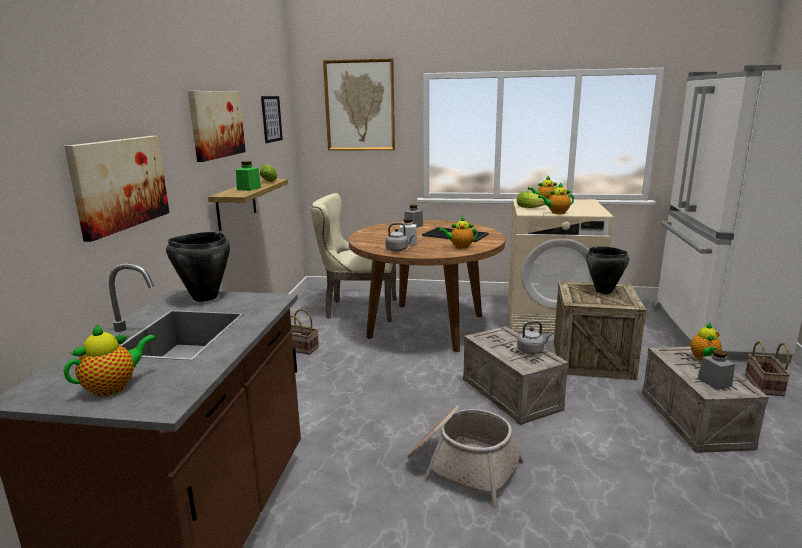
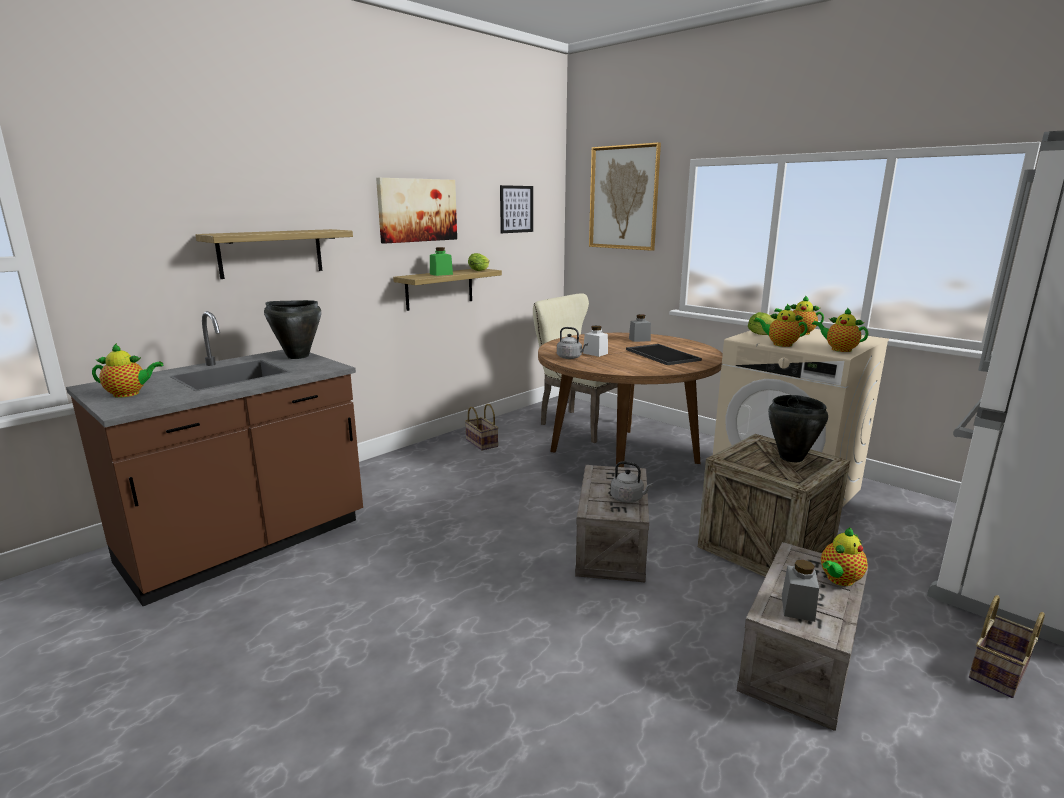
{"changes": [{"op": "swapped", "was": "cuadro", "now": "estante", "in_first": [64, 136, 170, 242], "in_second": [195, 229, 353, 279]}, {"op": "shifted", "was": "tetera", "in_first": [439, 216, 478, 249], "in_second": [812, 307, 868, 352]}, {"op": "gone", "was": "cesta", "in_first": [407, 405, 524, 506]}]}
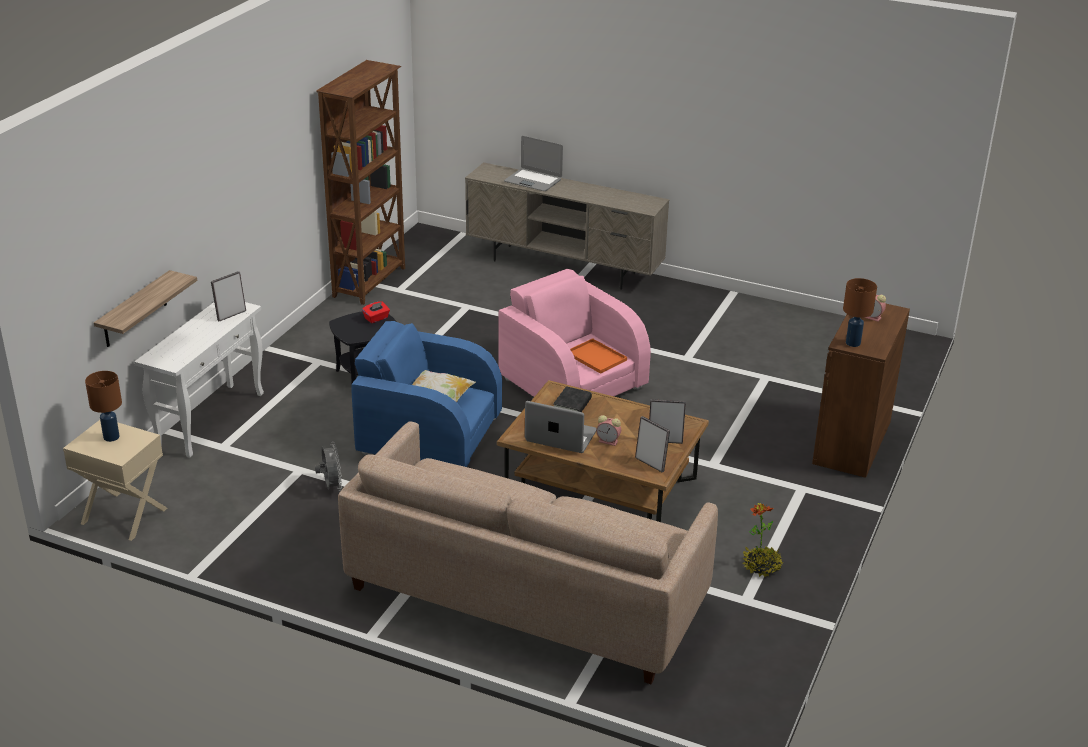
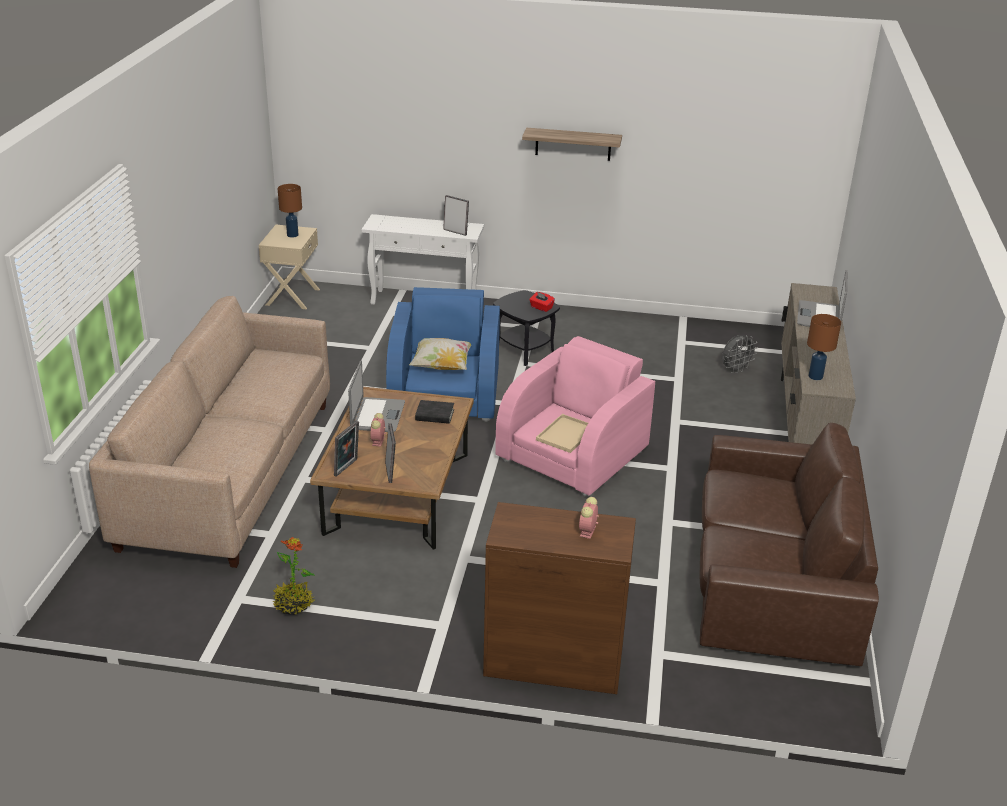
{"changes": [{"op": "gone", "was": "estantería [marrón]", "in_first": [316, 60, 405, 305]}, {"op": "shifted", "was": "estante", "in_first": [94, 270, 197, 347], "in_second": [522, 128, 622, 161]}, {"op": "shifted", "was": "lámpara de mesa [marrón]", "in_first": [843, 278, 877, 347], "in_second": [807, 314, 841, 380]}, {"op": "repainted", "was": "bandeja [naranja]", "now": "bandeja [beis]", "in_first": [570, 338, 627, 374], "in_second": [536, 414, 588, 453]}, {"op": "shifted", "was": "ventilador [gris]", "in_first": [315, 442, 342, 491], "in_second": [722, 335, 758, 373]}, {"op": "new", "now": "sofá [marrón]", "in_second": [700, 423, 879, 666]}]}
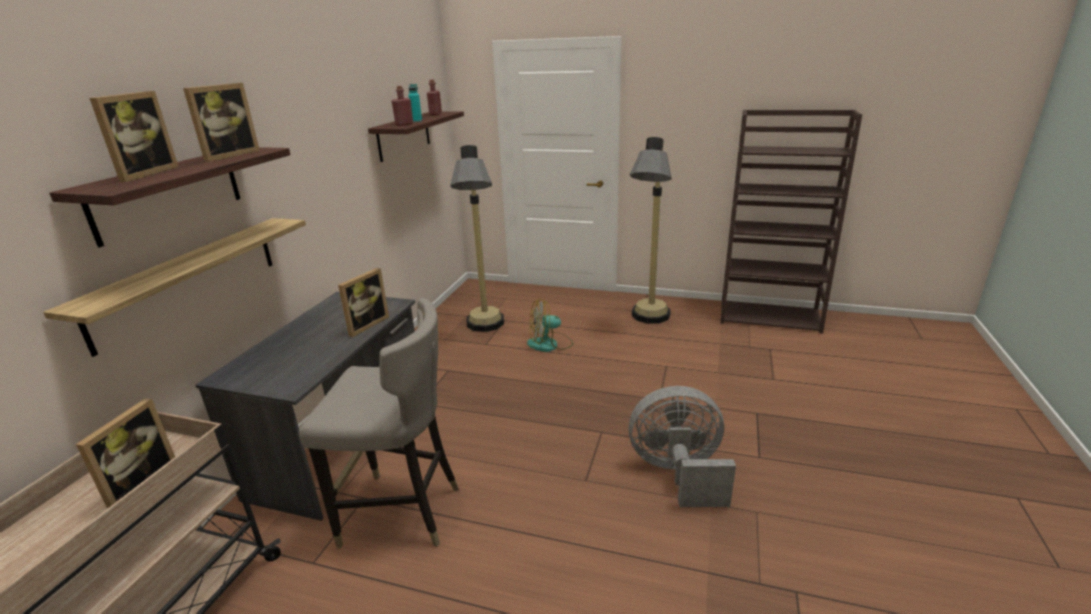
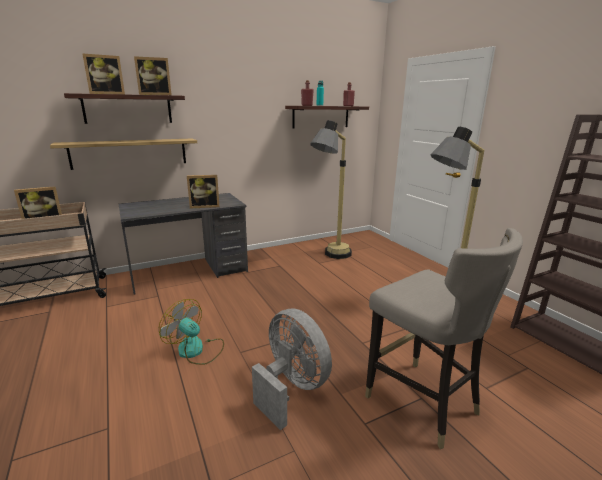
{"changes": [{"op": "shifted", "was": "taburete [gris]", "in_first": [299, 298, 459, 549], "in_second": [365, 228, 523, 449]}, {"op": "shifted", "was": "ventilador", "in_first": [527, 298, 573, 352], "in_second": [159, 299, 224, 365]}]}
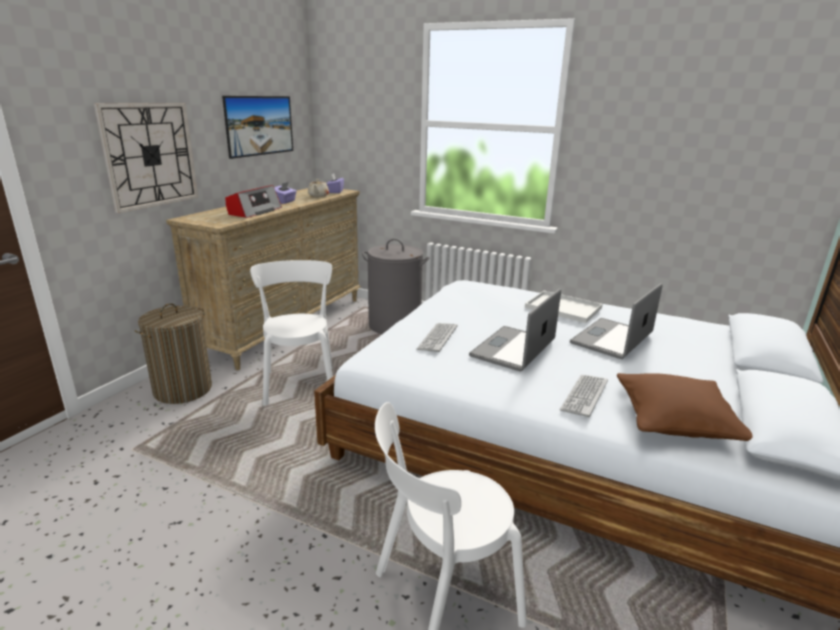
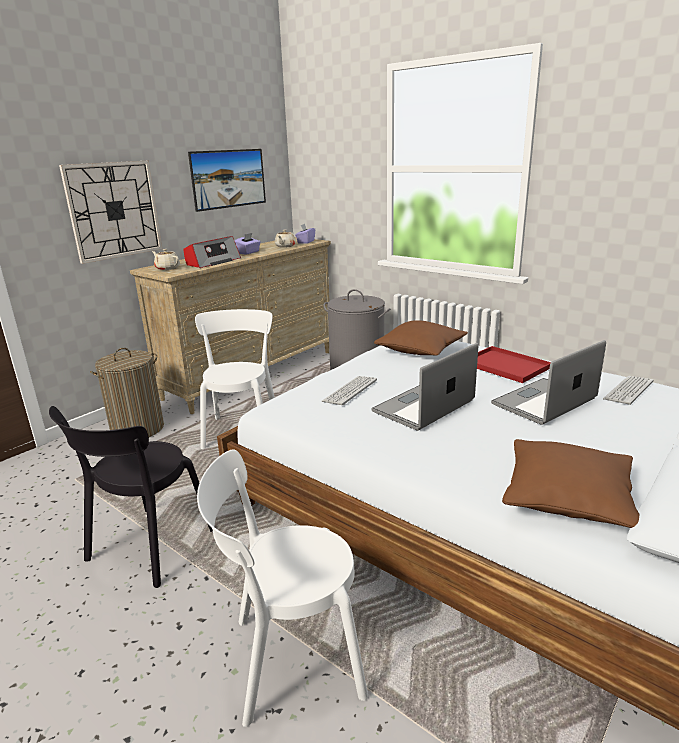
{"changes": [{"op": "repainted", "was": "bandeja [blanco]", "now": "bandeja [rojo]", "in_first": [525, 291, 603, 323], "in_second": [477, 346, 551, 383]}, {"op": "shifted", "was": "teclado", "in_first": [560, 375, 608, 417], "in_second": [603, 376, 654, 405]}, {"op": "new", "now": "tetera [beis]", "in_second": [152, 249, 180, 270]}, {"op": "new", "now": "cojín [marrón]", "in_second": [374, 320, 468, 355]}, {"op": "new", "now": "silla [negro]", "in_second": [49, 406, 213, 588]}]}
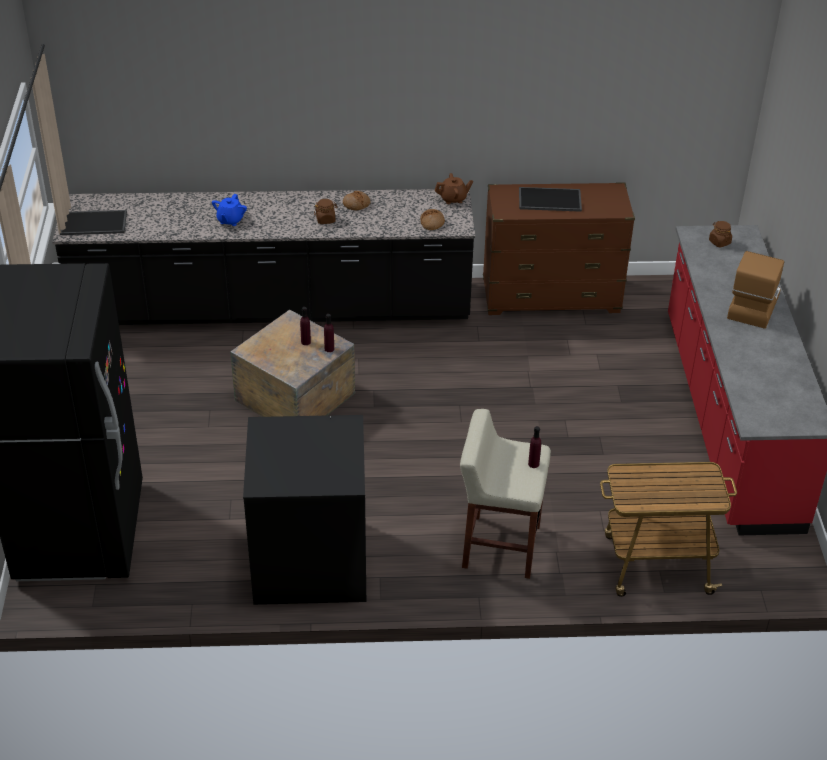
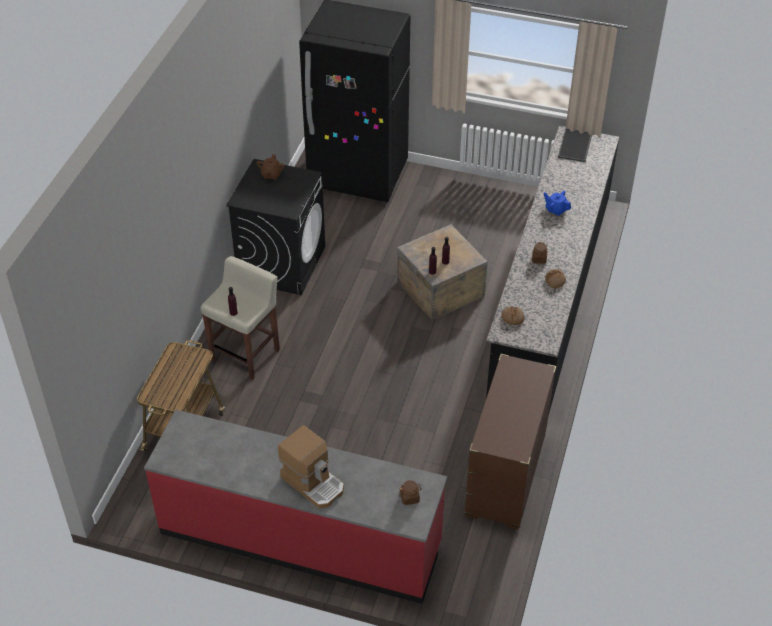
{"changes": [{"op": "shifted", "was": "tetera [marrón]", "in_first": [435, 173, 473, 204], "in_second": [257, 154, 285, 180]}, {"op": "gone", "was": "bandeja", "in_first": [519, 187, 582, 212]}]}
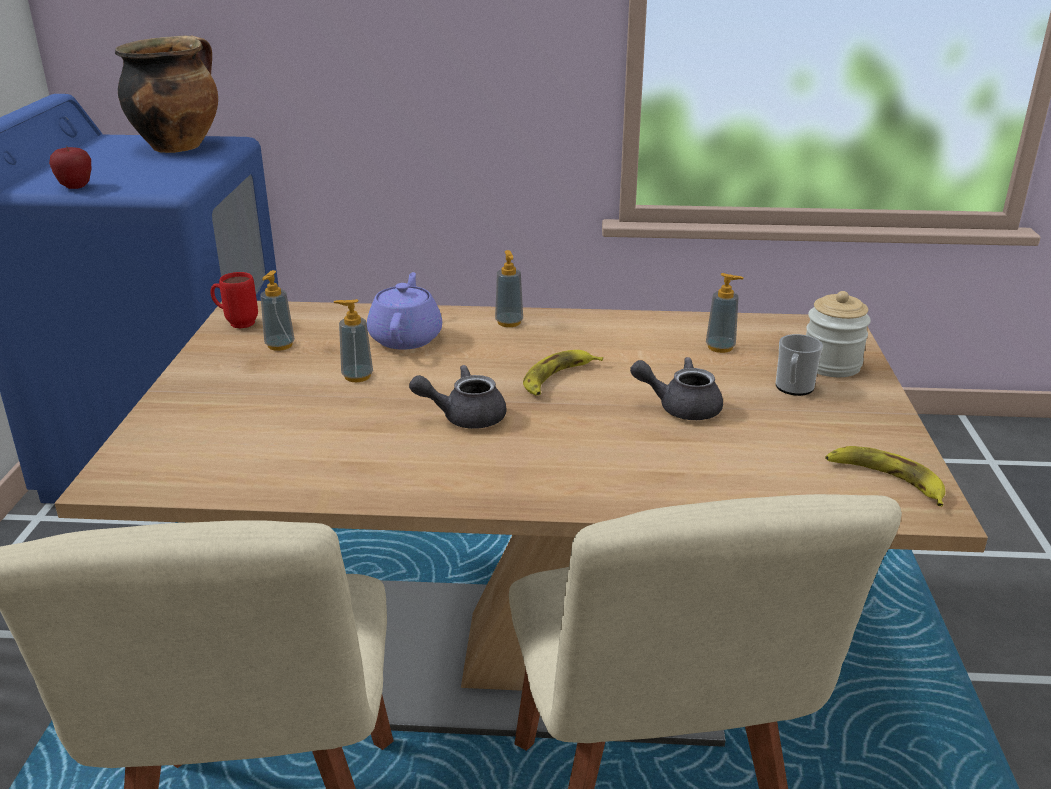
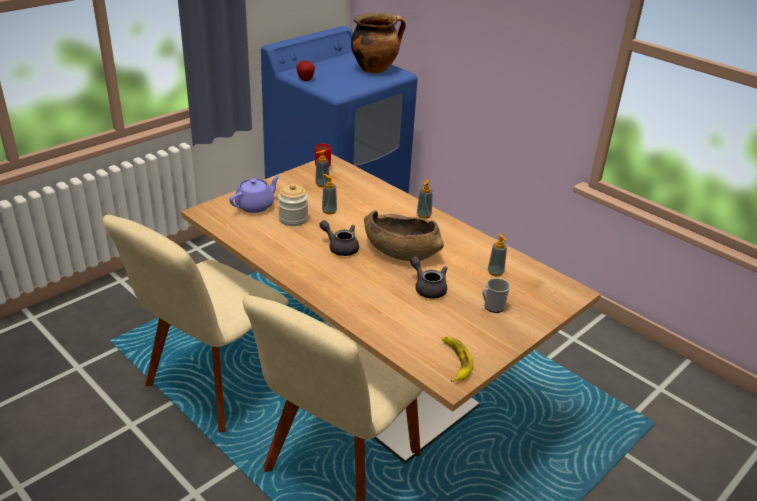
{"changes": [{"op": "shifted", "was": "tetera [morado]", "in_first": [367, 272, 442, 350], "in_second": [229, 175, 280, 213]}, {"op": "shifted", "was": "tarro", "in_first": [806, 291, 871, 377], "in_second": [278, 184, 308, 226]}, {"op": "swapped", "was": "plátano", "now": "cuenco [marrón]", "in_first": [523, 350, 603, 396], "in_second": [364, 210, 444, 261]}]}
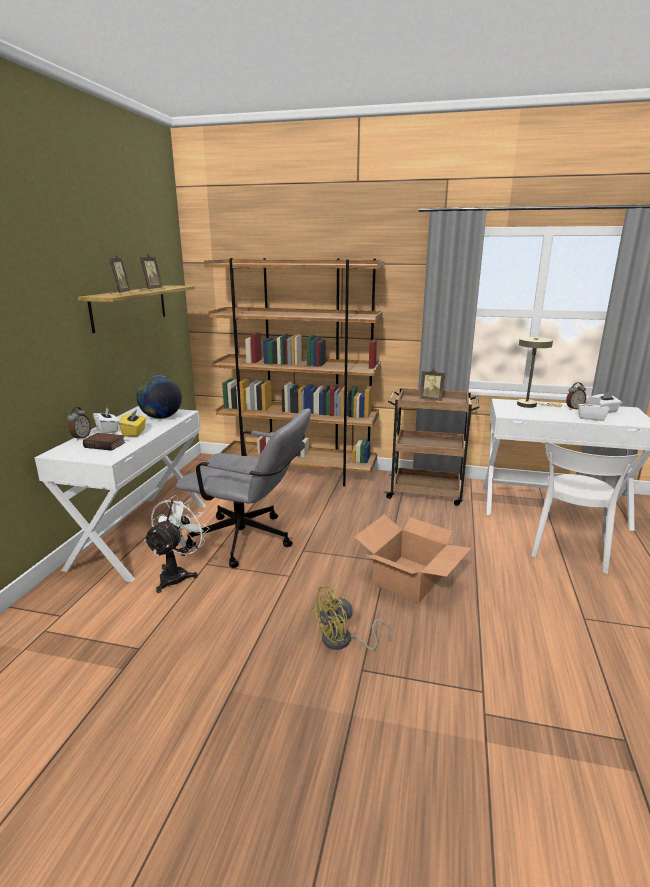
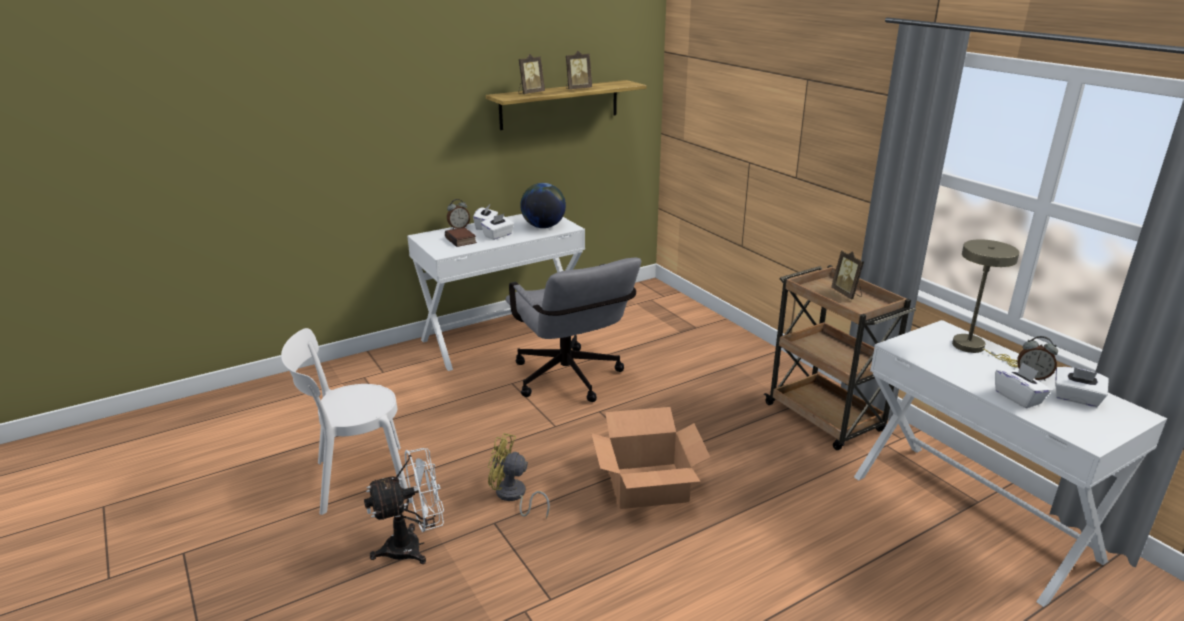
{"changes": [{"op": "gone", "was": "estantería [marrón]", "in_first": [204, 258, 385, 486]}, {"op": "repainted", "was": "caja de pañuelos [amarillo]", "now": "caja de pañuelos [blanco]", "in_first": [119, 410, 146, 437], "in_second": [481, 214, 514, 240]}, {"op": "shifted", "was": "silla [blanco]", "in_first": [531, 441, 639, 574], "in_second": [281, 328, 408, 515]}, {"op": "shifted", "was": "ventilador [blanco]", "in_first": [144, 495, 210, 593], "in_second": [364, 448, 444, 564]}]}
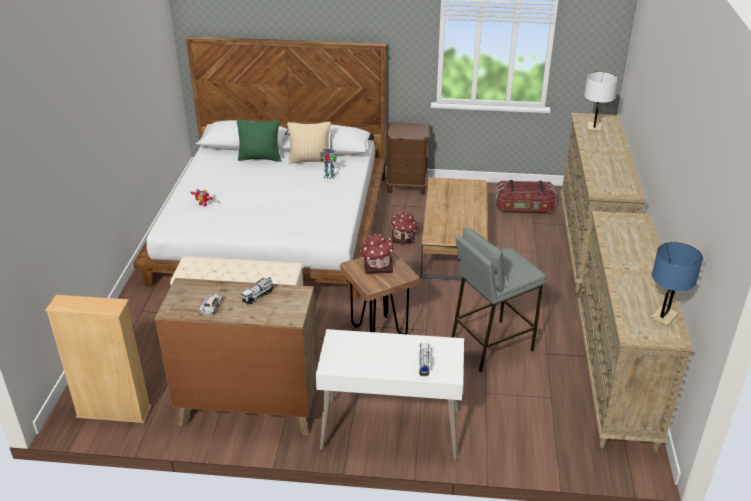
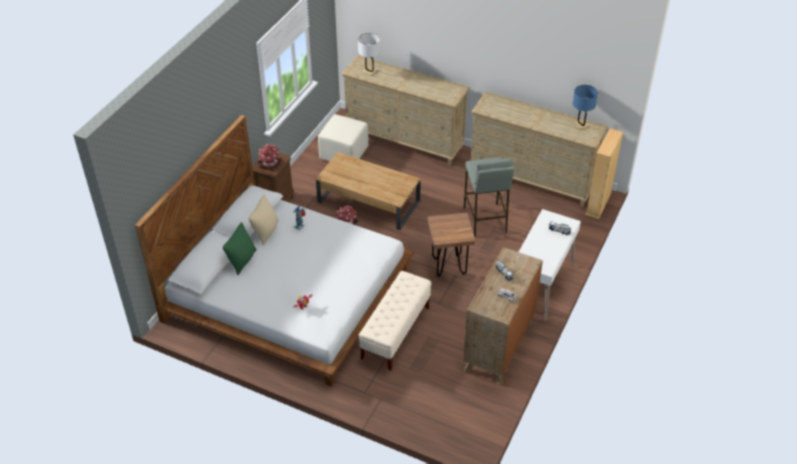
{"changes": [{"op": "swapped", "was": "caja de almacenaje", "now": "puf [beis]", "in_first": [495, 180, 556, 214], "in_second": [318, 114, 369, 161]}, {"op": "shifted", "was": "casita", "in_first": [360, 234, 395, 273], "in_second": [258, 144, 282, 171]}, {"op": "shifted", "was": "estantería [beis]", "in_first": [45, 295, 152, 423], "in_second": [585, 128, 623, 219]}]}
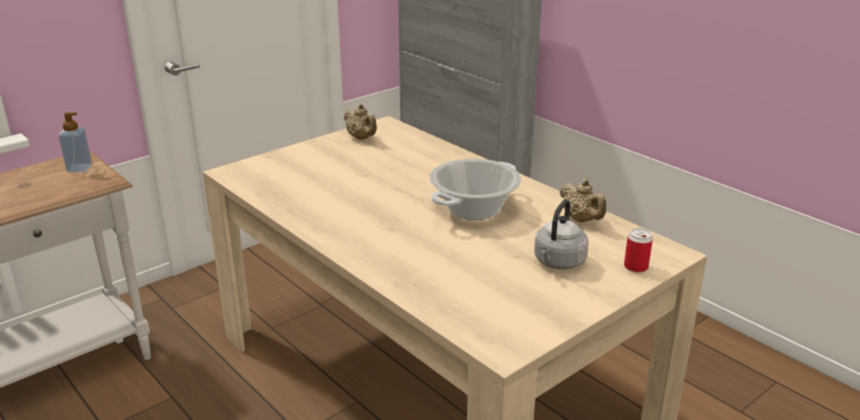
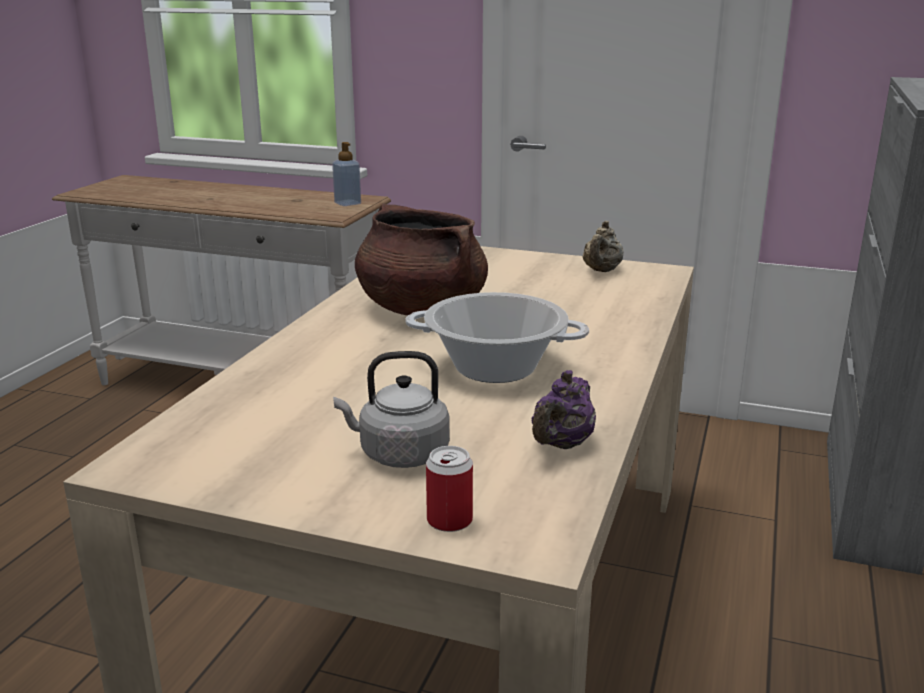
{"changes": [{"op": "repainted", "was": "tetera [beis]", "now": "tetera [morado]", "in_first": [560, 179, 606, 222], "in_second": [531, 370, 596, 449]}, {"op": "new", "now": "olla [marrón]", "in_second": [355, 203, 488, 315]}]}
